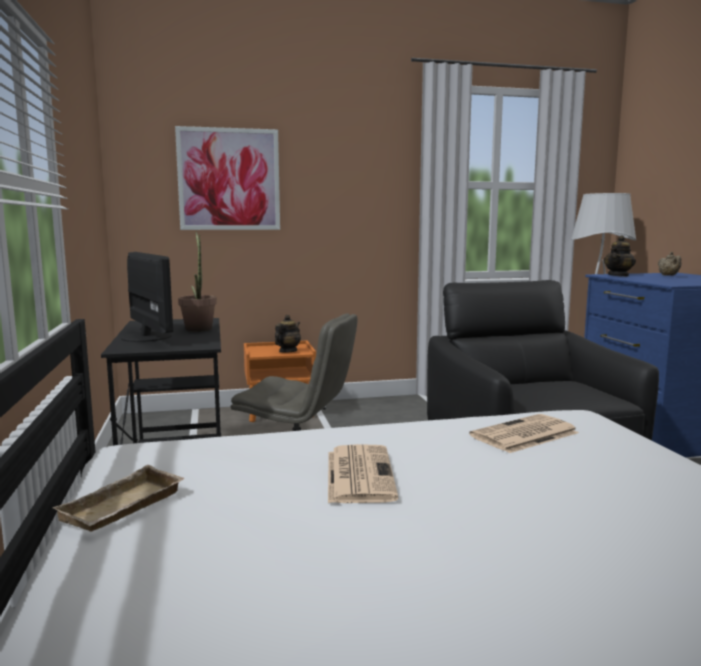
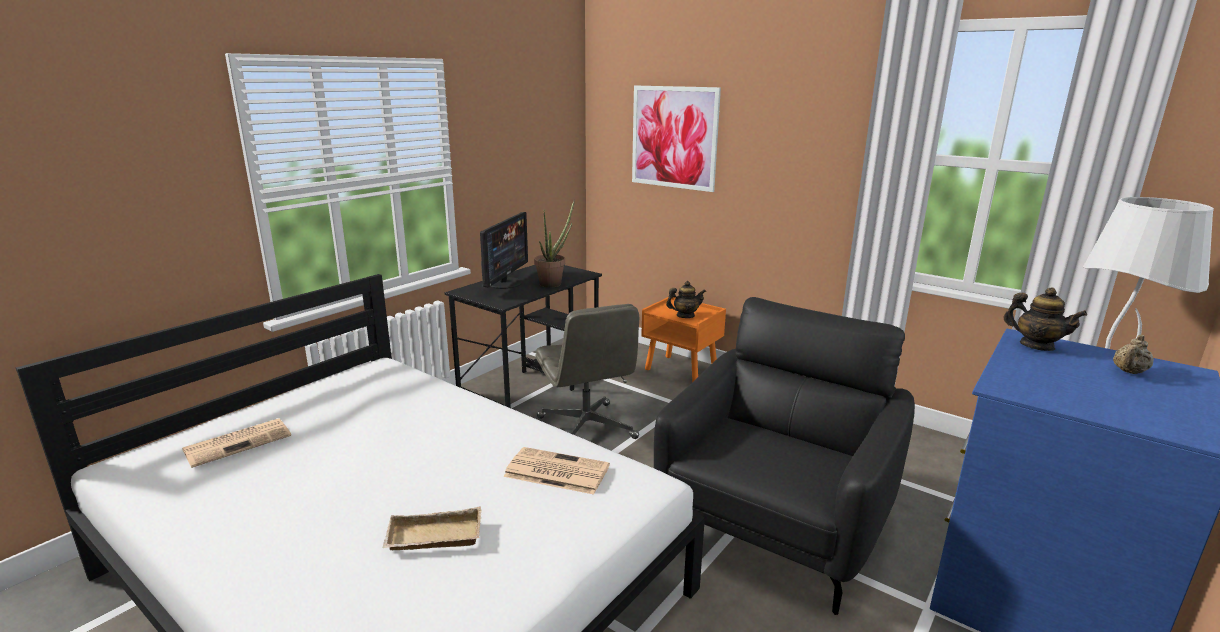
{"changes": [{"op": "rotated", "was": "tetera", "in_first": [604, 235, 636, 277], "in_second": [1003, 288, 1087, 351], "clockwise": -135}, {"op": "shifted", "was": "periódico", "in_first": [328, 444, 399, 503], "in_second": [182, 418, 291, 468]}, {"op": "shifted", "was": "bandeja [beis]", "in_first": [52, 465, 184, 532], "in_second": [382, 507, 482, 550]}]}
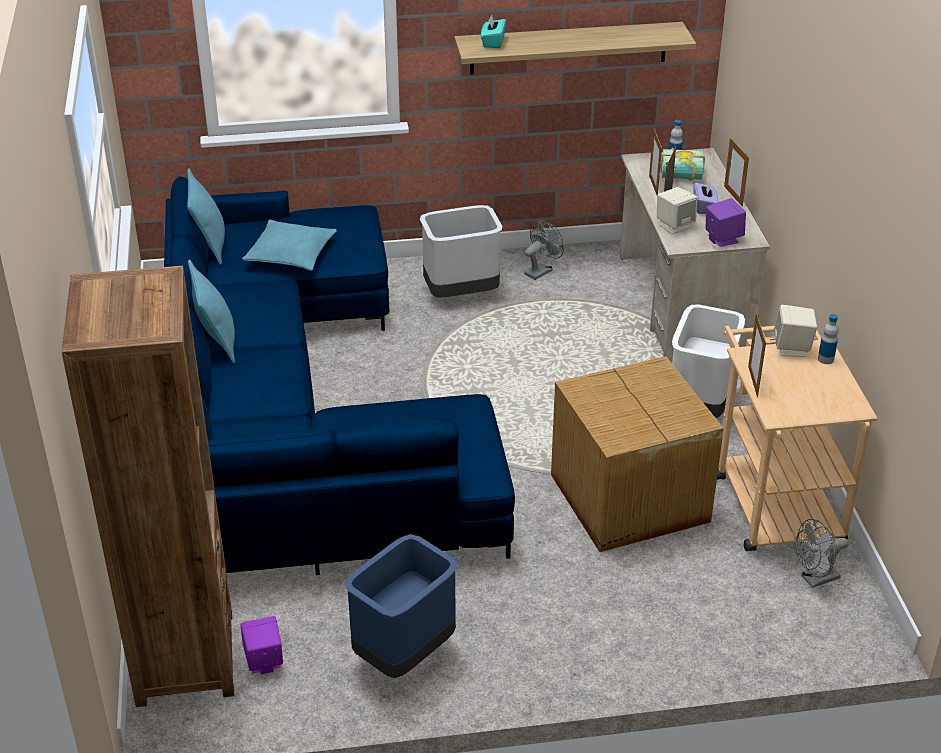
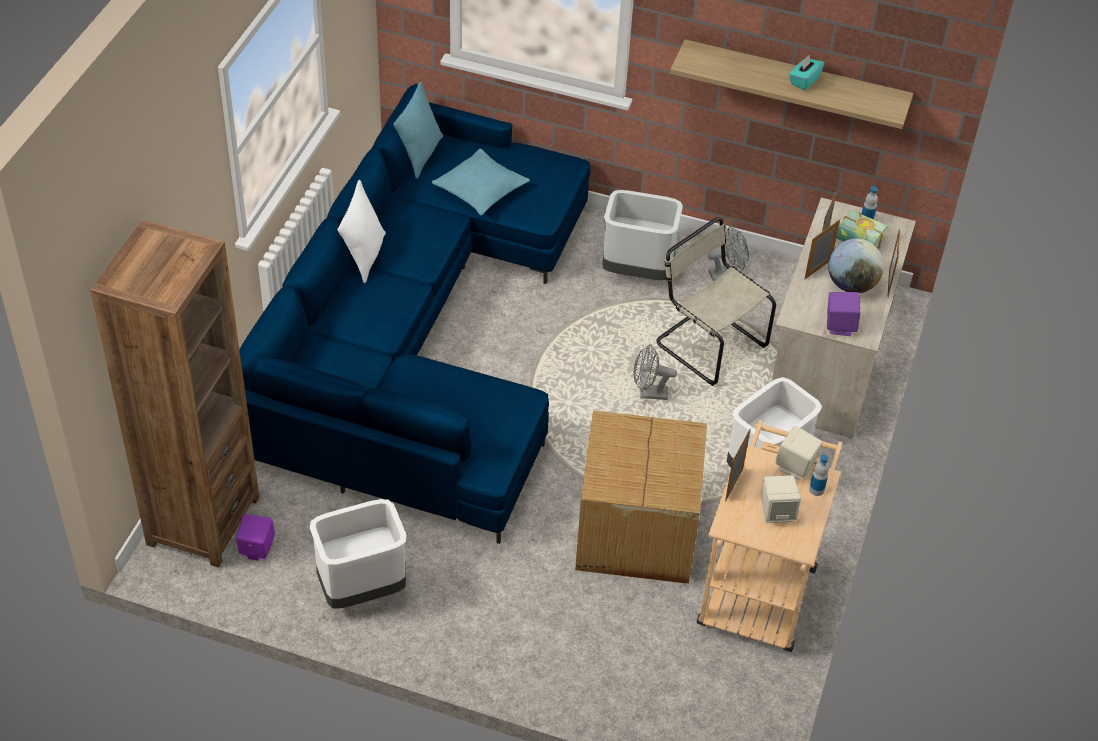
{"changes": [{"op": "shifted", "was": "caja de pañuelos [turquesa]", "in_first": [481, 14, 506, 48], "in_second": [789, 55, 824, 90]}, {"op": "swapped", "was": "caja de pañuelos [morado]", "now": "globo terráqueo", "in_first": [694, 180, 718, 214], "in_second": [828, 239, 884, 293]}, {"op": "shifted", "was": "altavoz [beis]", "in_first": [657, 187, 697, 234], "in_second": [761, 475, 801, 523]}, {"op": "repainted", "was": "cojín [turquesa]", "now": "cojín [blanco]", "in_first": [188, 260, 236, 364], "in_second": [338, 180, 386, 283]}, {"op": "shifted", "was": "ventilador [gris]", "in_first": [795, 519, 849, 588], "in_second": [633, 344, 677, 400]}, {"op": "repainted", "was": "papelera [azul]", "now": "papelera [blanco]", "in_first": [344, 534, 458, 678], "in_second": [310, 499, 407, 609]}, {"op": "new", "now": "silla [beis]", "in_second": [657, 217, 776, 386]}]}
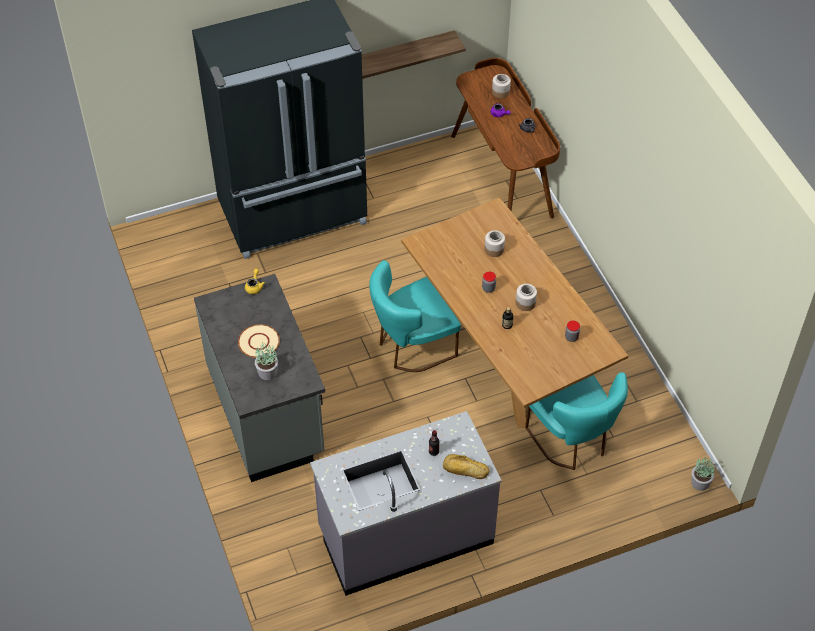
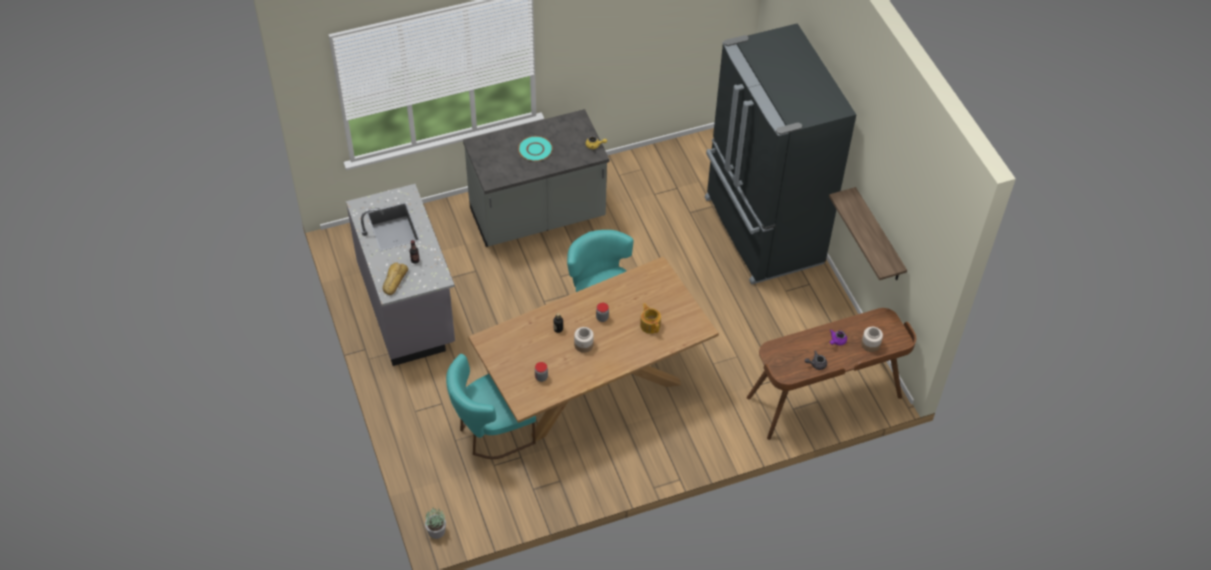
{"changes": [{"op": "swapped", "was": "tarro", "now": "tetera", "in_first": [484, 230, 505, 257], "in_second": [640, 303, 661, 334]}, {"op": "repainted", "was": "plato [beis]", "now": "plato [turquesa]", "in_first": [238, 324, 280, 358], "in_second": [518, 136, 553, 161]}, {"op": "gone", "was": "planta en maceta", "in_first": [255, 343, 278, 380]}]}
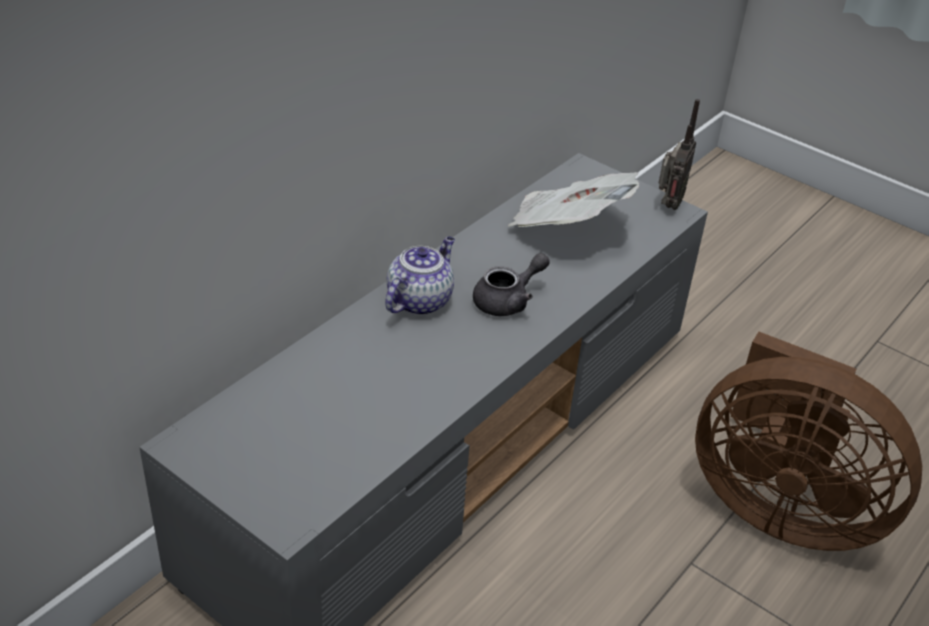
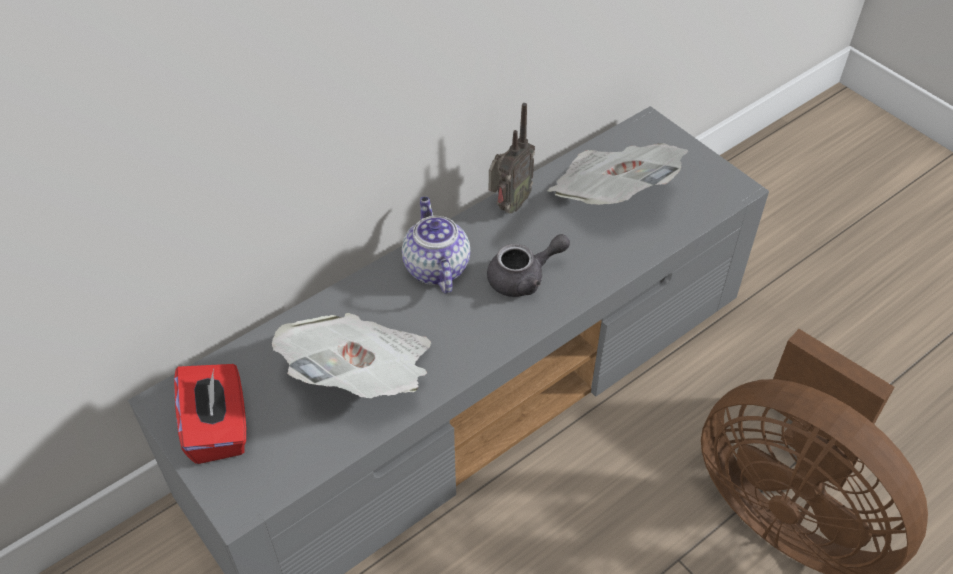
{"changes": [{"op": "shifted", "was": "radio", "in_first": [659, 99, 700, 210], "in_second": [489, 103, 535, 214]}, {"op": "rotated", "was": "tetera", "in_first": [385, 237, 455, 315], "in_second": [402, 197, 470, 294], "clockwise": -60}, {"op": "new", "now": "periódico", "in_second": [272, 313, 431, 398]}, {"op": "new", "now": "caja de pañuelos [rojo]", "in_second": [174, 364, 246, 464]}]}
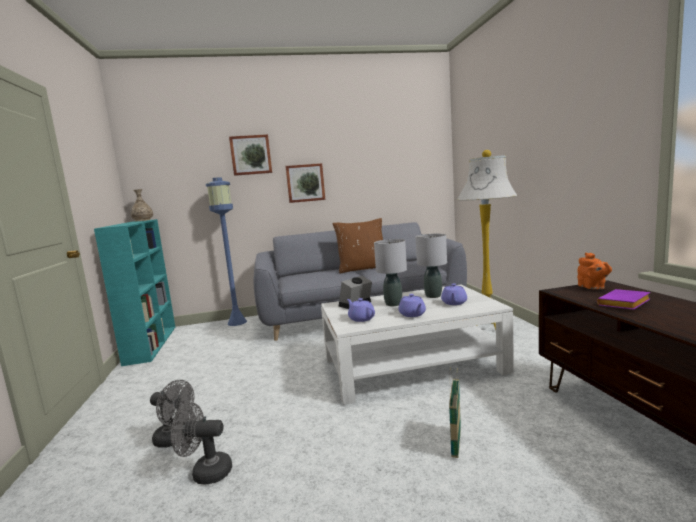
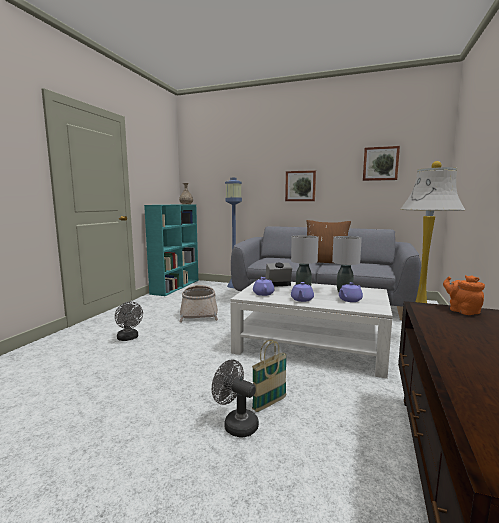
{"changes": [{"op": "shifted", "was": "cuadro", "in_first": [229, 134, 272, 176], "in_second": [363, 146, 400, 181]}, {"op": "rotated", "was": "tetera [naranja]", "in_first": [577, 253, 612, 289], "in_second": [443, 275, 485, 315], "clockwise": 135}, {"op": "gone", "was": "libro [morado]", "in_first": [597, 289, 650, 310]}, {"op": "shifted", "was": "ventilador [gris]", "in_first": [171, 403, 232, 484], "in_second": [212, 359, 259, 438]}, {"op": "new", "now": "cesta", "in_second": [180, 285, 218, 322]}]}
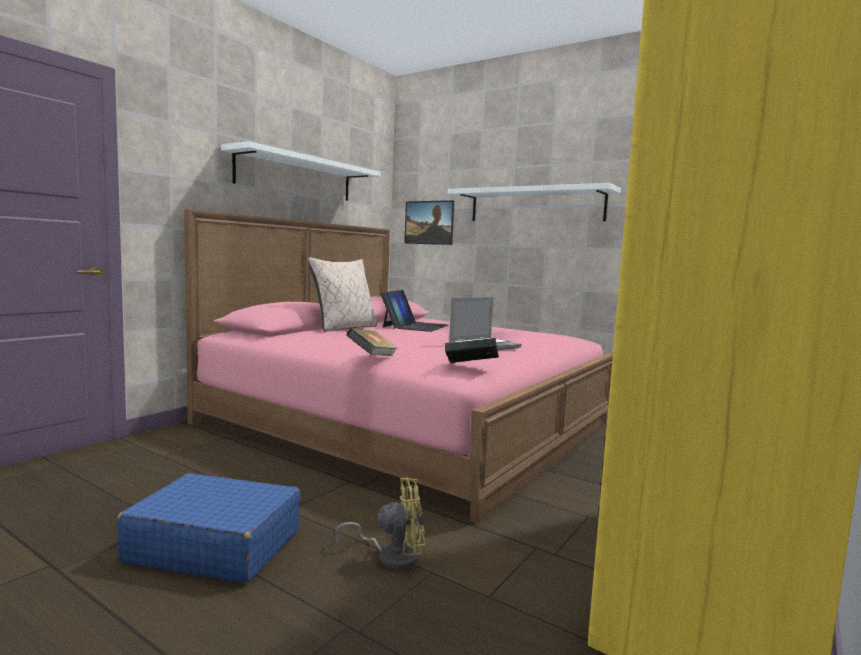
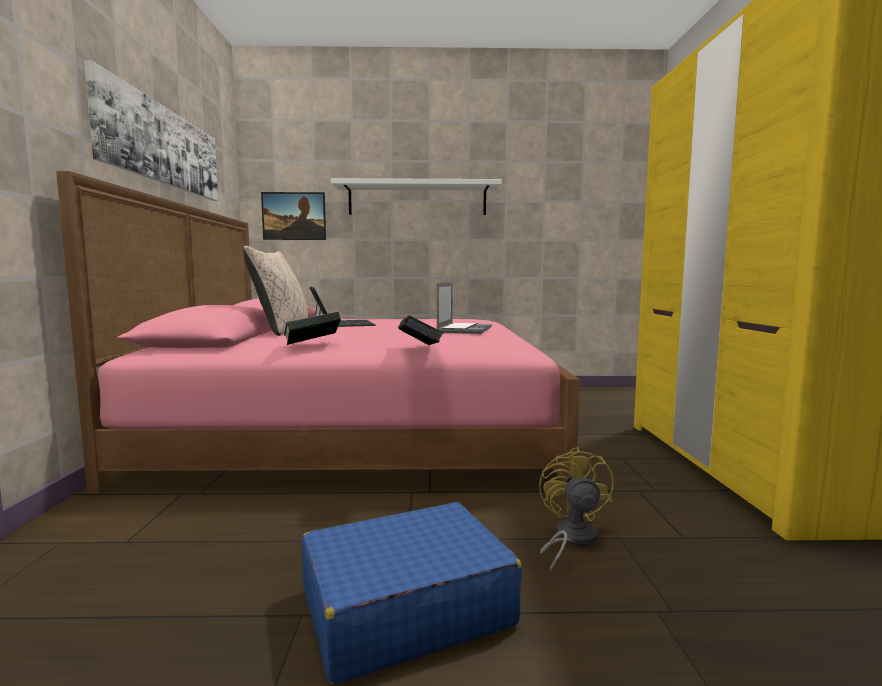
{"changes": [{"op": "swapped", "was": "estante [blanco]", "now": "cuadro", "in_first": [221, 141, 381, 201], "in_second": [84, 60, 218, 201]}, {"op": "shifted", "was": "libro", "in_first": [445, 338, 499, 363], "in_second": [284, 312, 341, 345]}, {"op": "rotated", "was": "ventilador [amarillo]", "in_first": [335, 478, 426, 571], "in_second": [539, 447, 614, 572], "clockwise": -45}]}
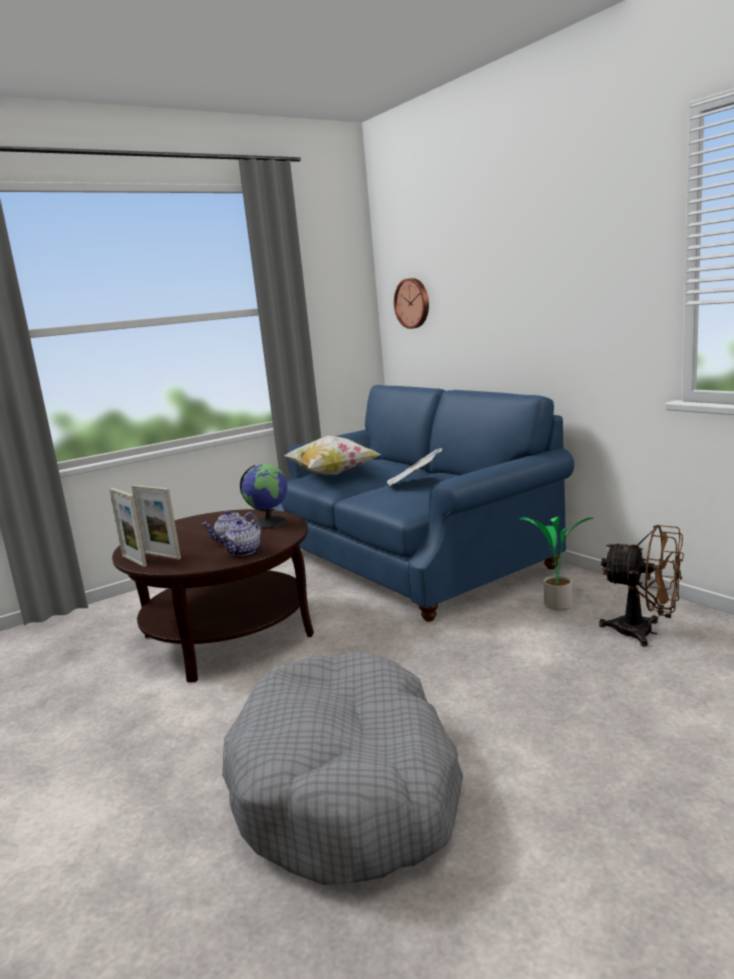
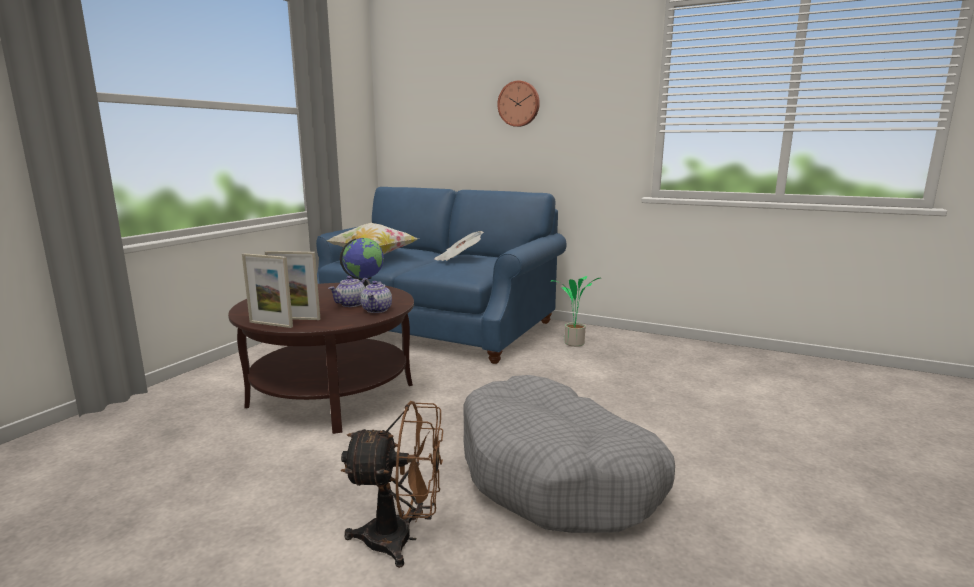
{"changes": [{"op": "shifted", "was": "reloj de pared", "in_first": [394, 278, 429, 329], "in_second": [497, 80, 540, 127]}, {"op": "shifted", "was": "ventilador [marrón]", "in_first": [599, 525, 684, 647], "in_second": [341, 401, 443, 568]}]}
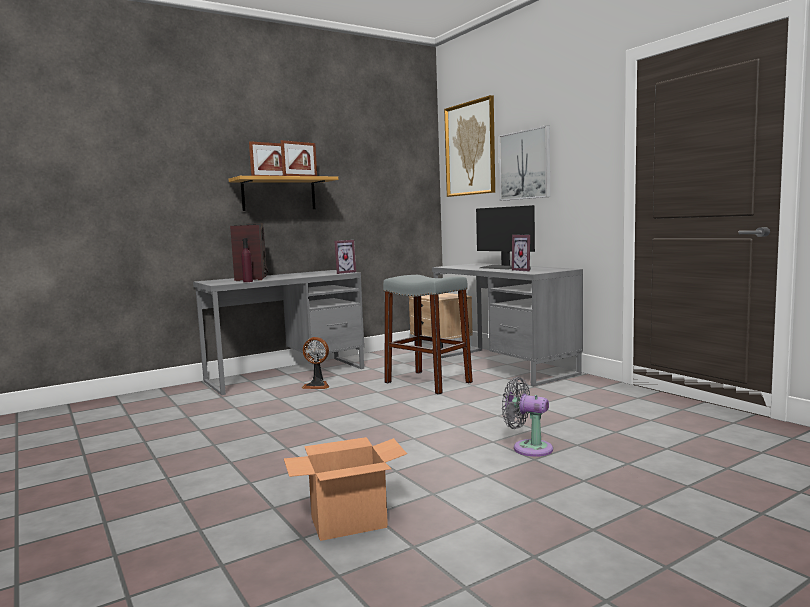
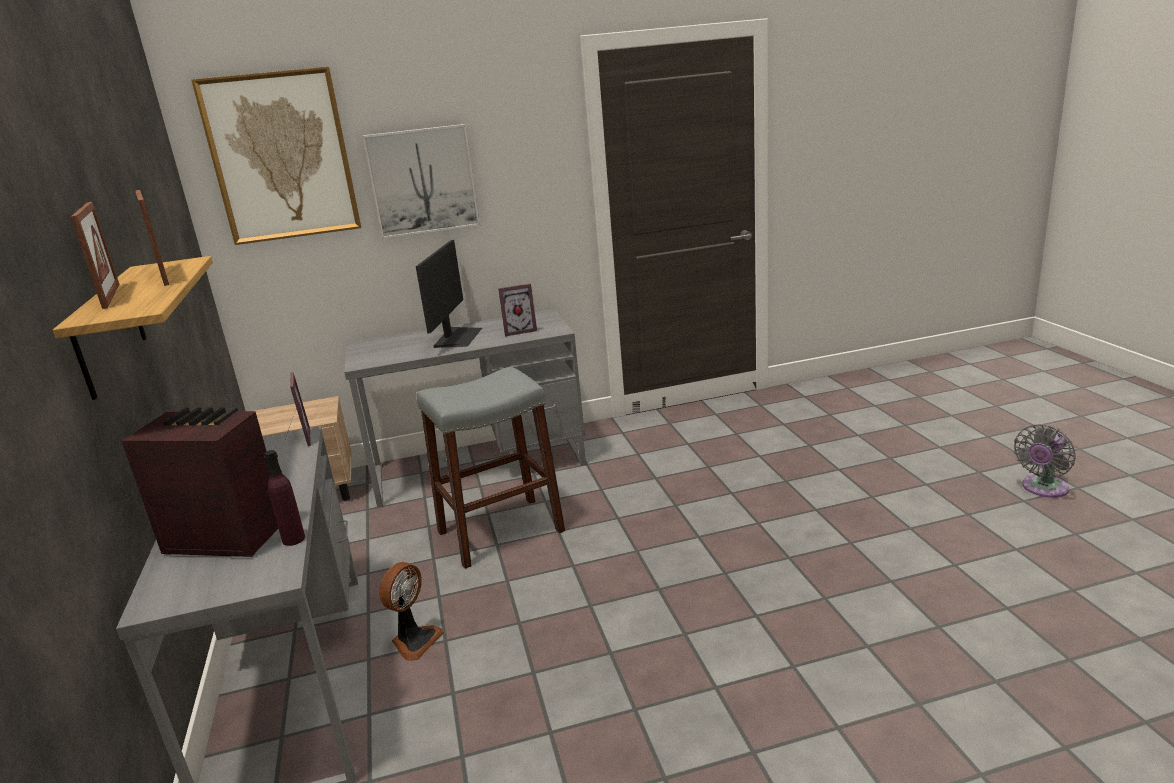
{"changes": [{"op": "rotated", "was": "monitor", "in_first": [476, 205, 535, 269], "in_second": [416, 240, 482, 348], "clockwise": -60}, {"op": "shifted", "was": "ventilador [gris]", "in_first": [502, 377, 553, 457], "in_second": [1014, 424, 1076, 498]}, {"op": "gone", "was": "caja de cartón", "in_first": [284, 437, 407, 541]}]}
